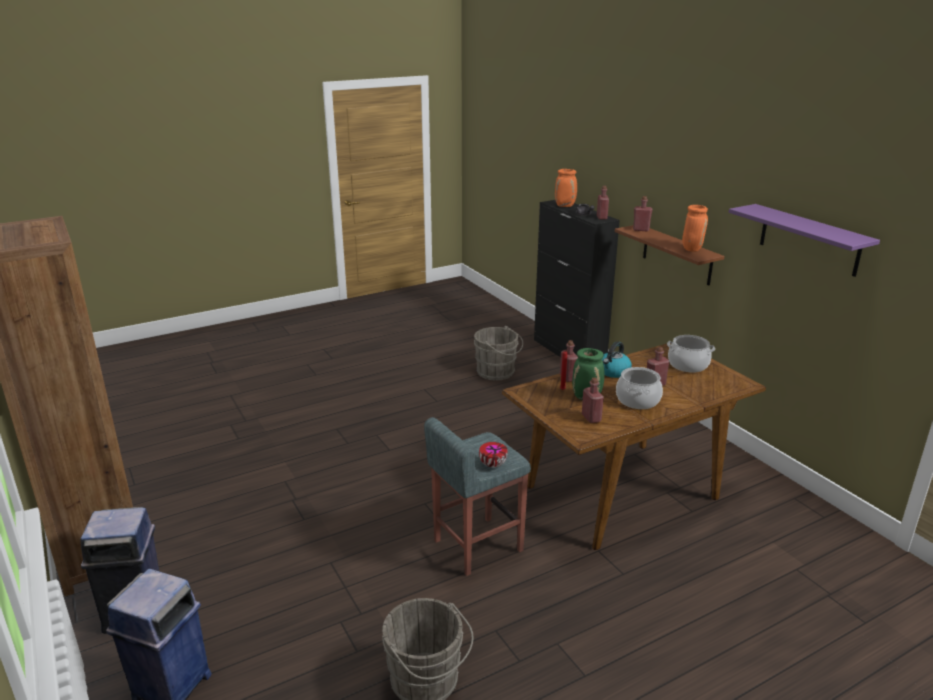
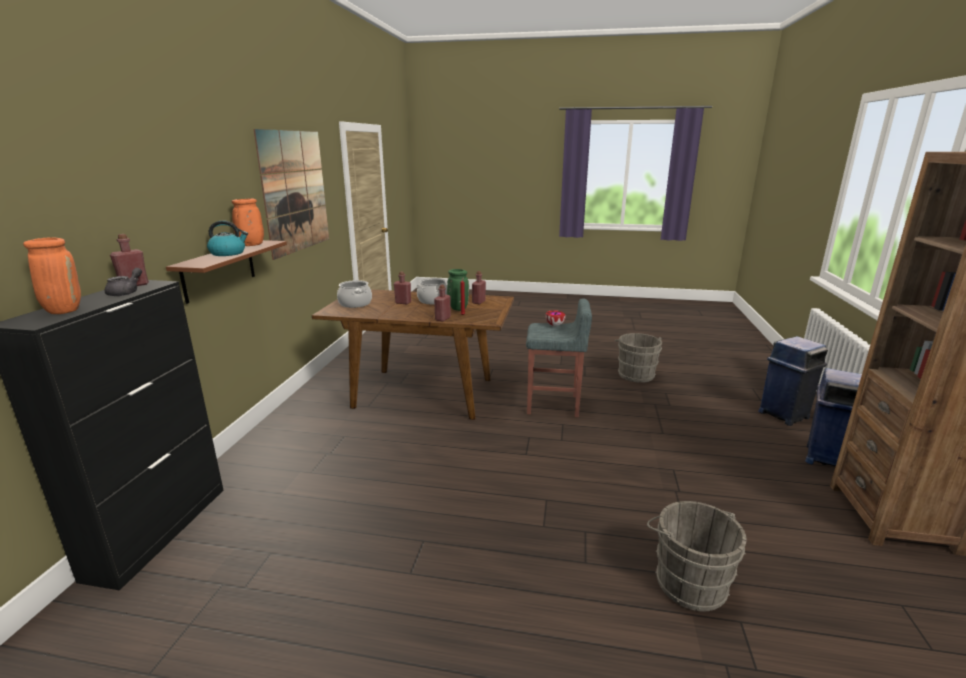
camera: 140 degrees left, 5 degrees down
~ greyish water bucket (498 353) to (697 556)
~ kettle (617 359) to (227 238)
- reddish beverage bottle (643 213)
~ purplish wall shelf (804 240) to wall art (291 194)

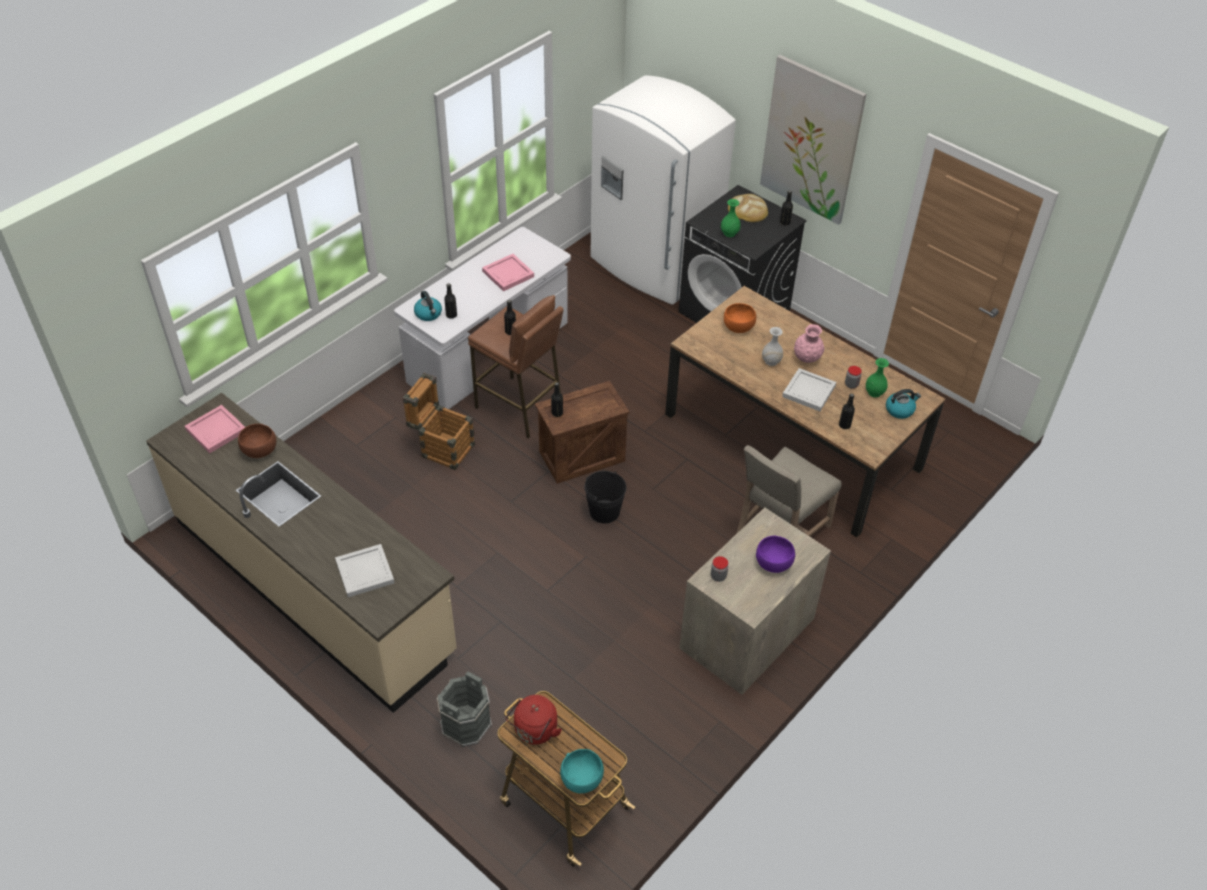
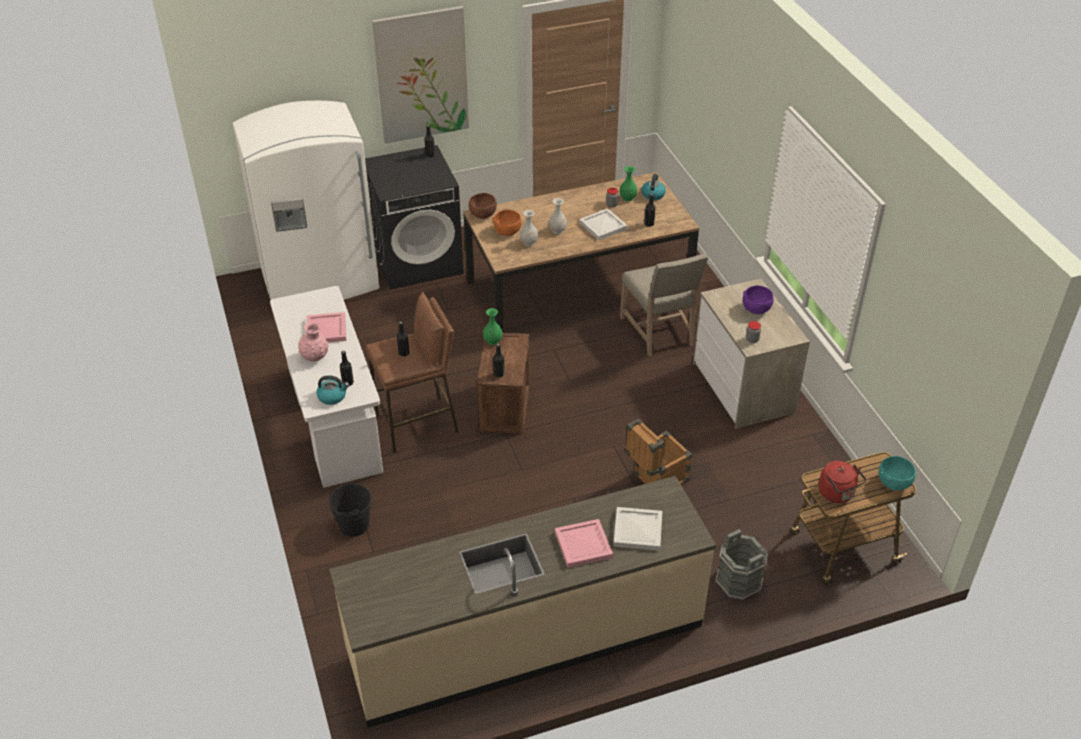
camera: 60 degrees left, 5 degrees down
~ pink-coloured tray (215 429) to (584 543)
~ brown serving bowl (257 441) to (483 206)
~ packing crate (439 421) to (658 451)
~ black water bucket (605 497) to (350 510)
~ green-coloured vase (731 218) to (492 326)
- baked bread (748 208)
~ pink-coloured vase (809 343) to (313 342)
+ whitish vase (529 228)

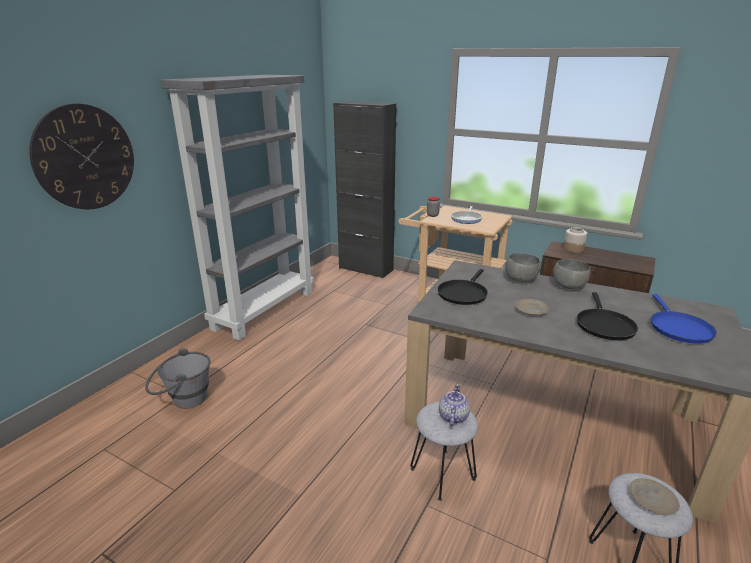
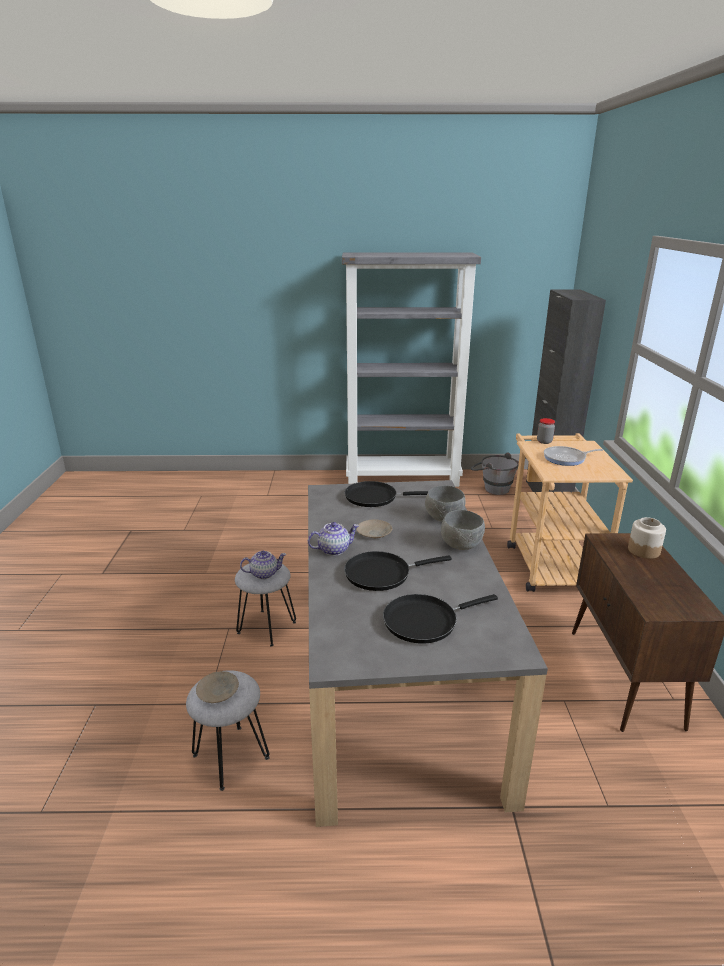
camera: 60 degrees right, 0 degrees up
- hanging clock (81 156)
~ greyish water bucket (178 378) to (495 473)
~ bluish pan (684 319) to black pan (440 619)
+ teapot (333 539)

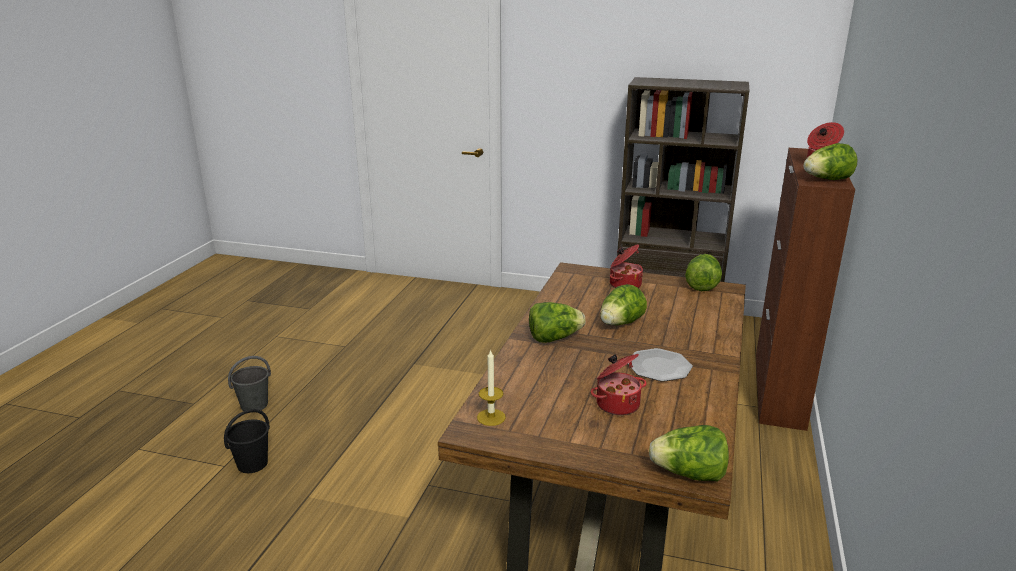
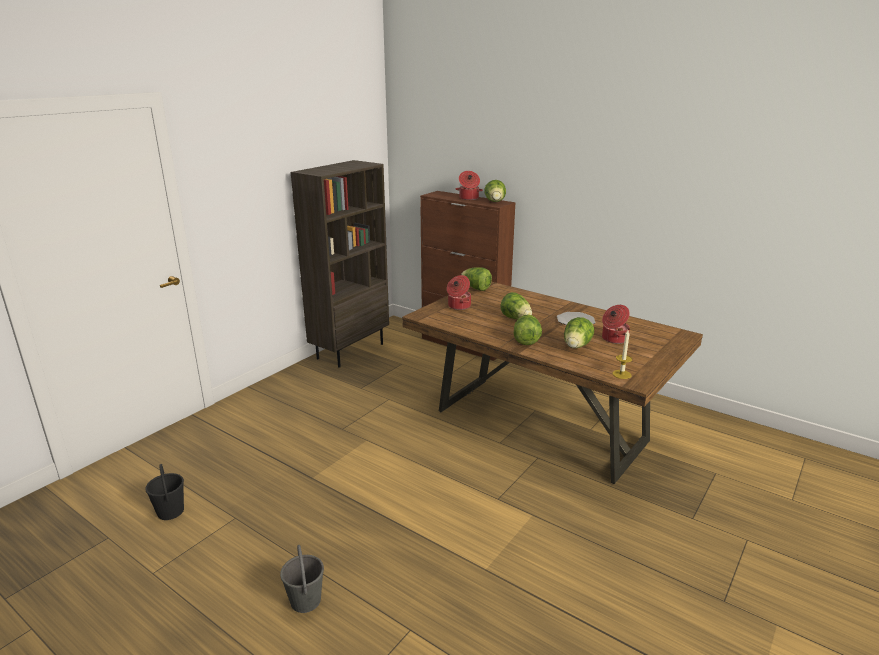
camera: 70 degrees left, 0 degrees up
~ black water bucket (247 441) to (164 492)
~ lettuce (689 453) to (579 332)

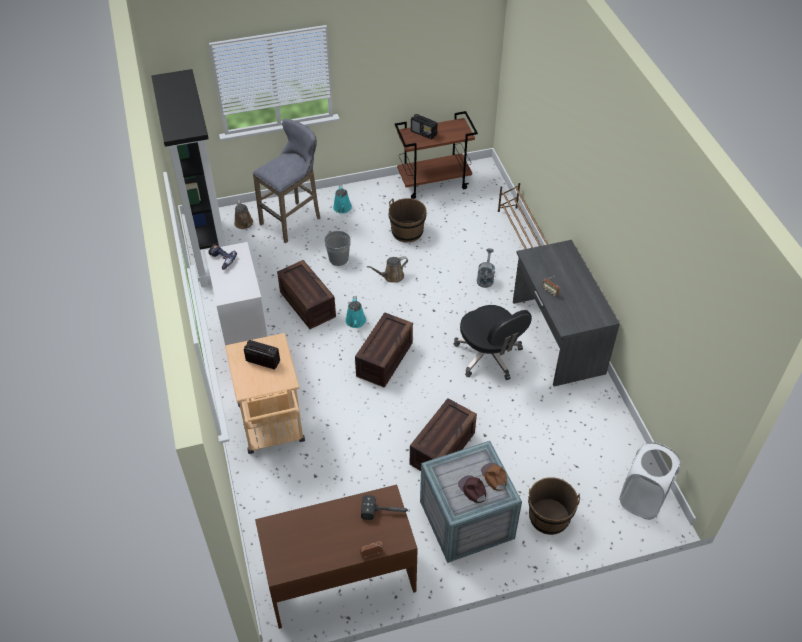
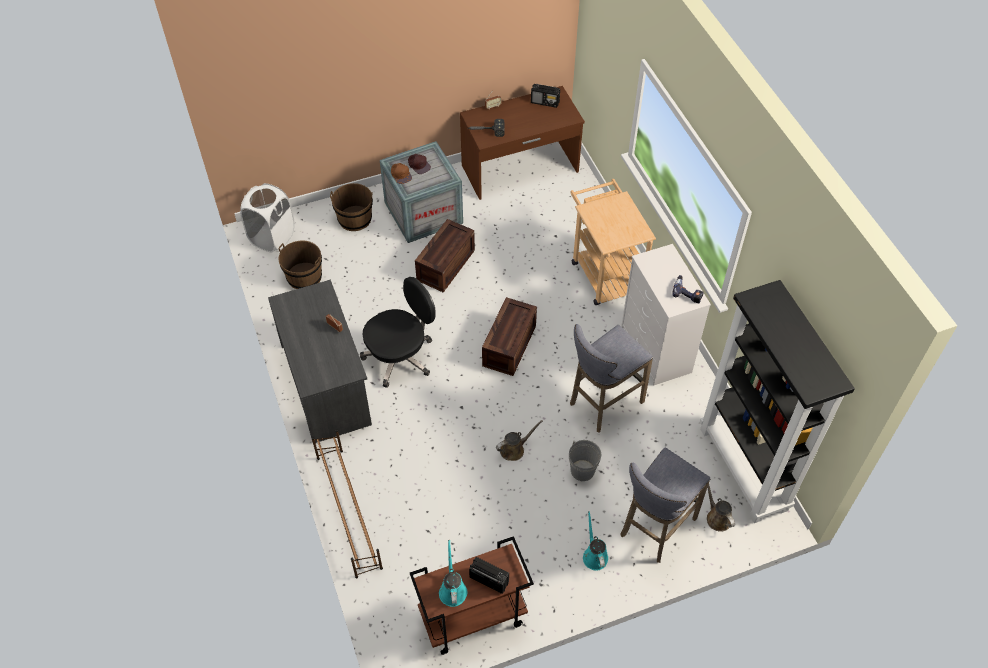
camera: 175 degrees right, 5 degrees up
~ radio set (262 355) to (545 96)
~ packing crate (306 294) to greyish sitting stool (611 378)
~ turquoise-coloured sprinkling can (355 312) to (453 573)
~ brown water bucket (408 220) to (300 264)
~ black office chair (493 342) = (398 332) 90 degrees clockwise
- greyish sprinkling can (486 268)

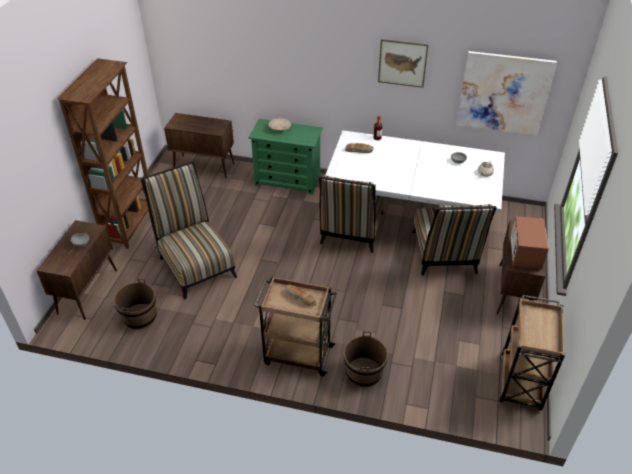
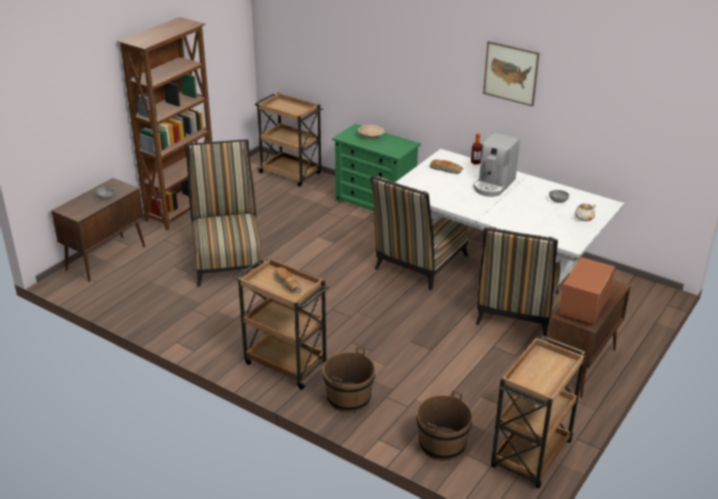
camera: 20 degrees right, 10 degrees down
~ brown water bucket (135 304) to (444 425)
~ brown cupboard (199 145) to brown cart (289 139)
- wall art (506 93)
+ coffee brewer (496 165)

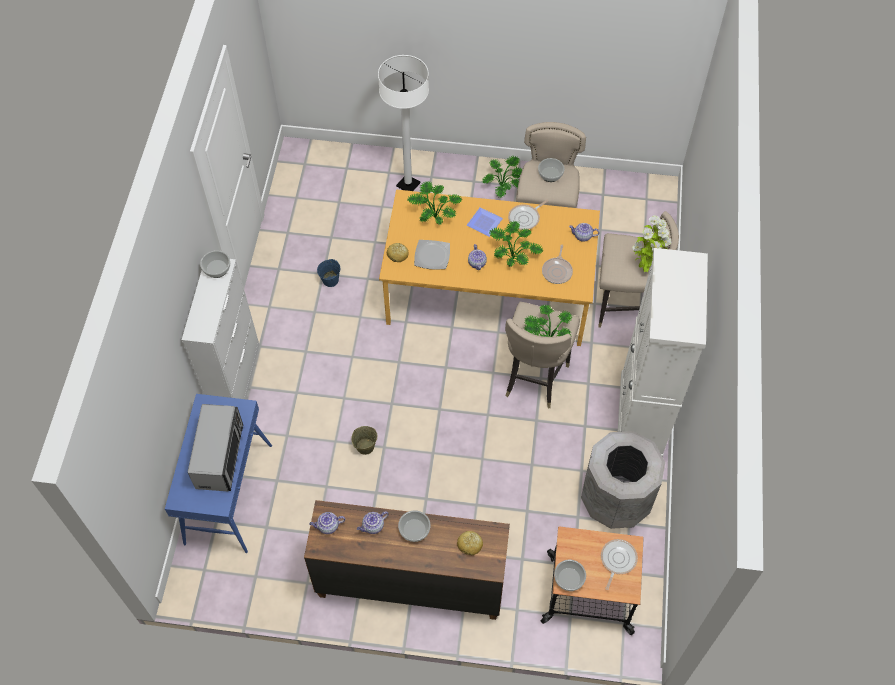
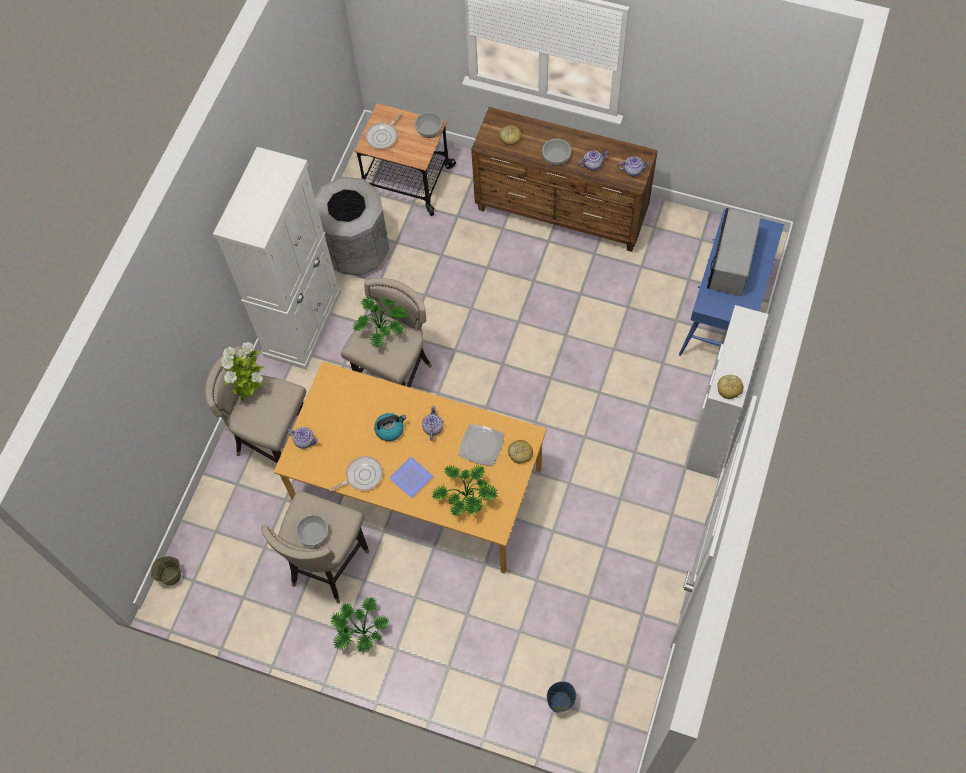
camera: 165 degrees left, 5 degrees up
~ serving bowl (215 264) to baked bread (730 387)
~ bluish water bucket (328 273) to (561 697)
~ beige-coloured water bucket (364 440) to (166 571)
- whitish standing lamp (403 123)
~ potted plant (516 243) to kettle (390 427)
- pan (557 264)

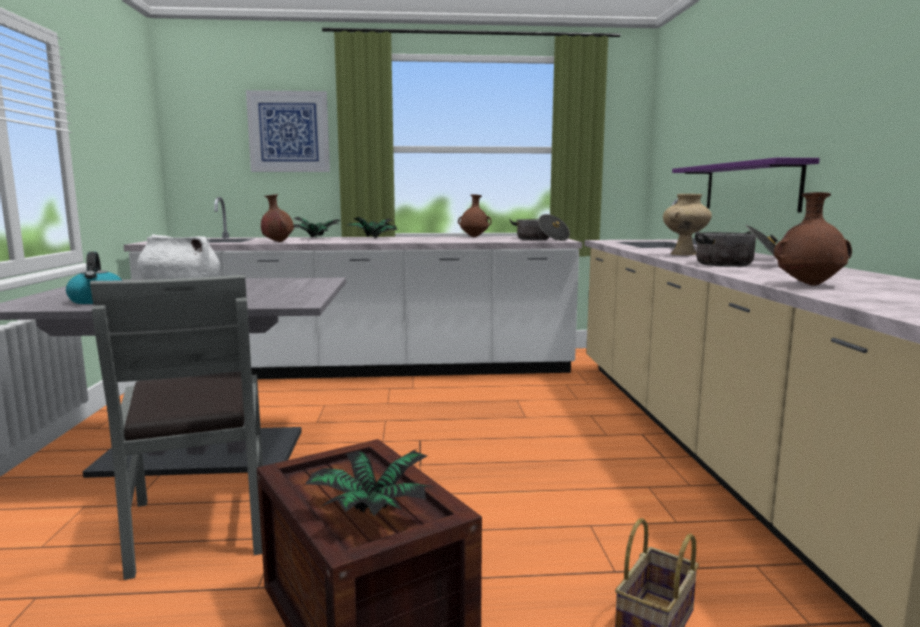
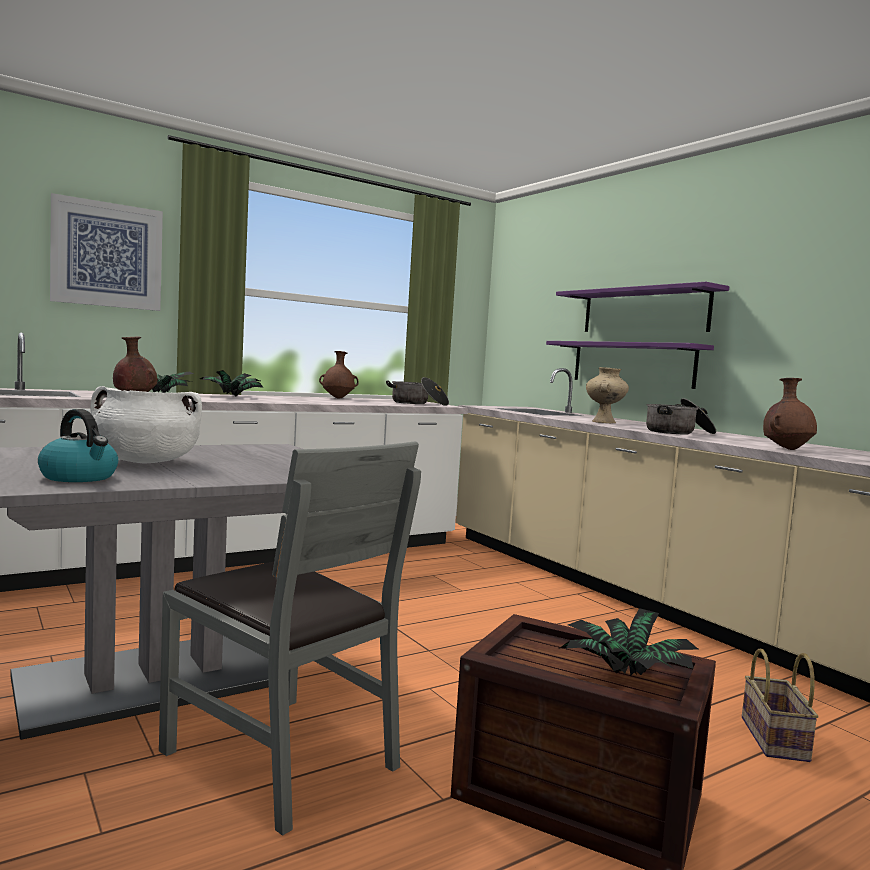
camera: 30 degrees left, 5 degrees down
+ purplish wall shelf (642 307)

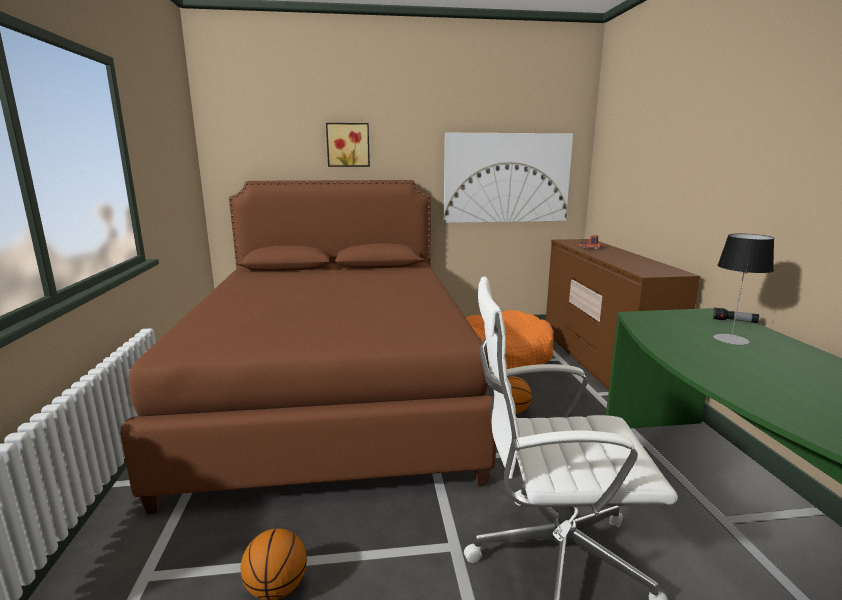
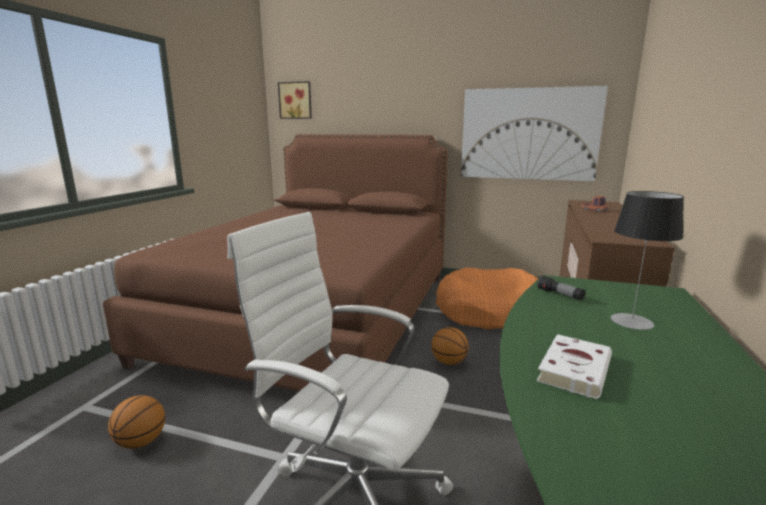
camera: 25 degrees right, 0 degrees up
~ wall art (348 145) to (295 100)
~ hand torch (736 315) to (561 287)
+ whitish bound book (574 366)

